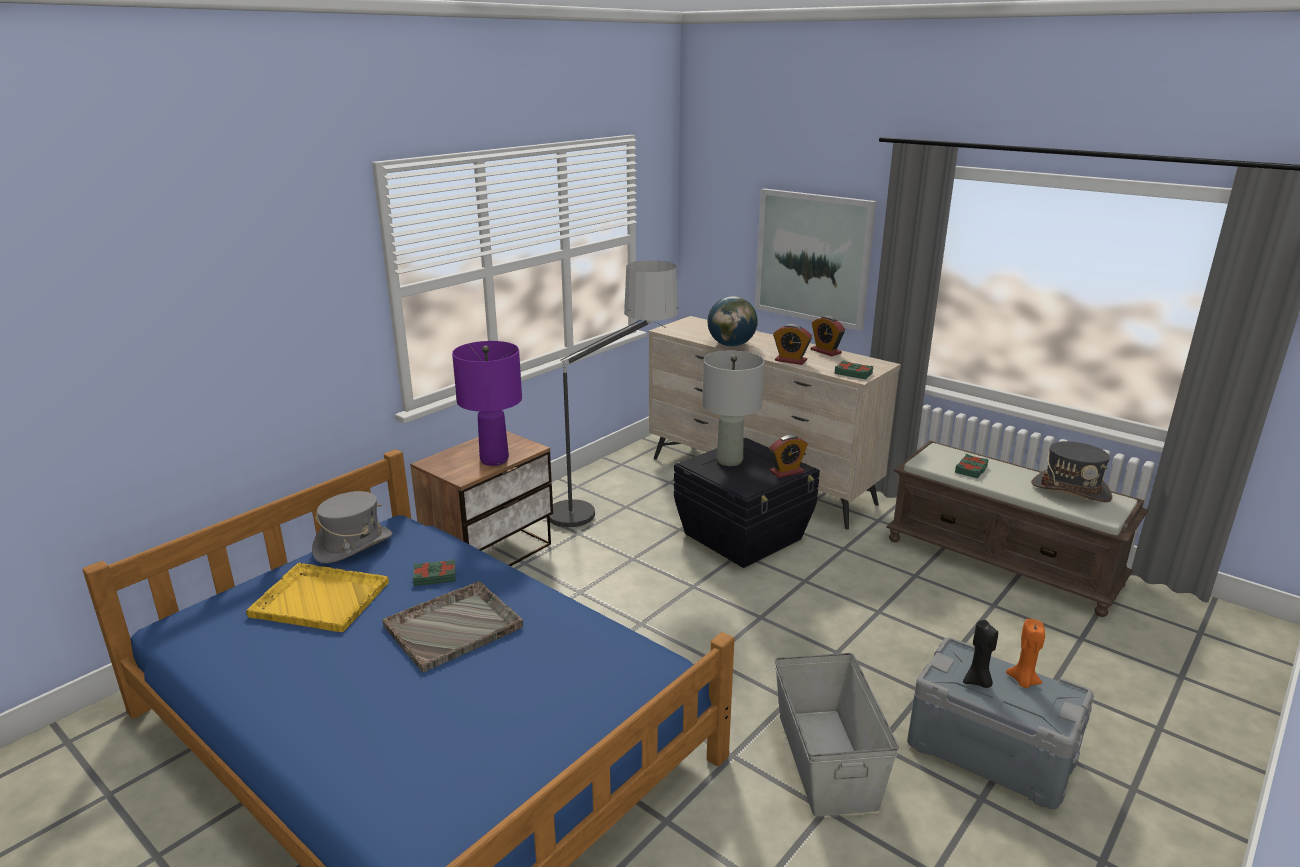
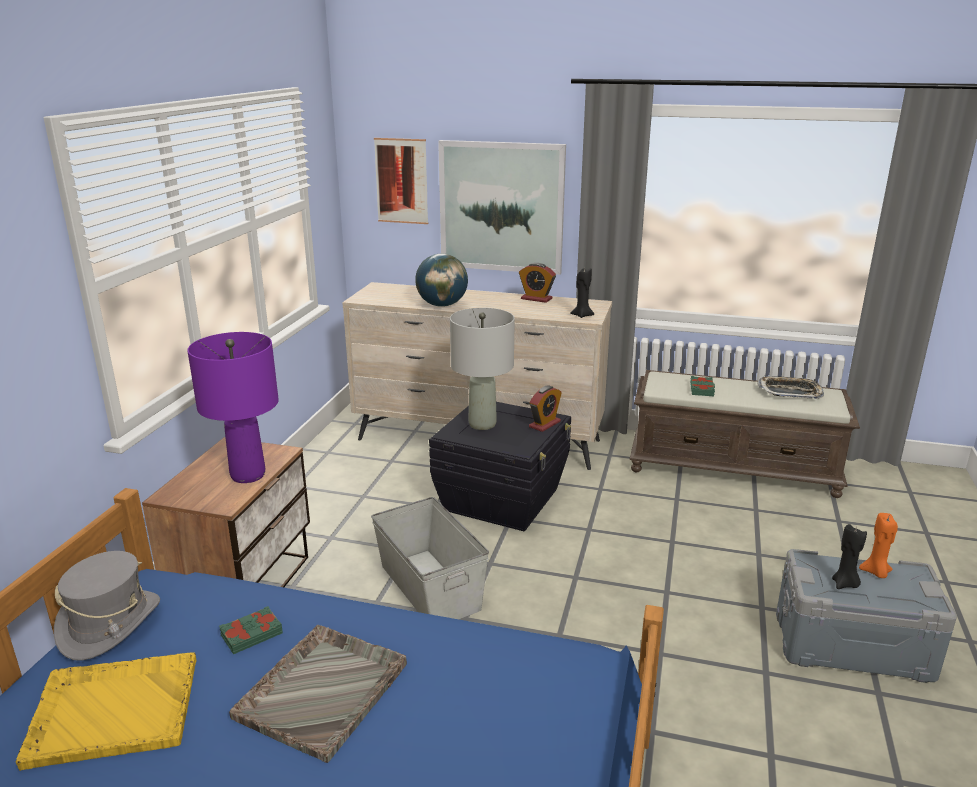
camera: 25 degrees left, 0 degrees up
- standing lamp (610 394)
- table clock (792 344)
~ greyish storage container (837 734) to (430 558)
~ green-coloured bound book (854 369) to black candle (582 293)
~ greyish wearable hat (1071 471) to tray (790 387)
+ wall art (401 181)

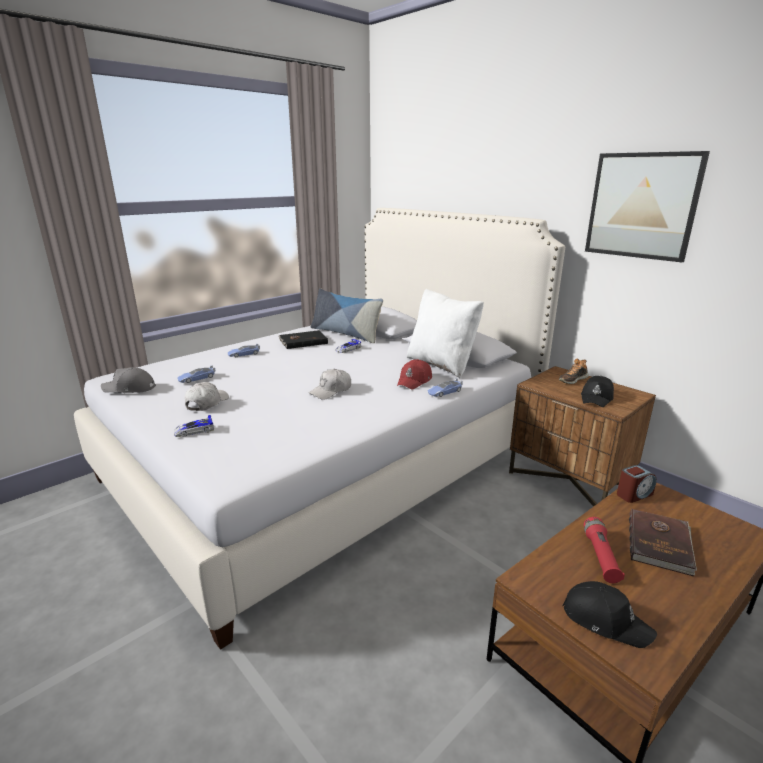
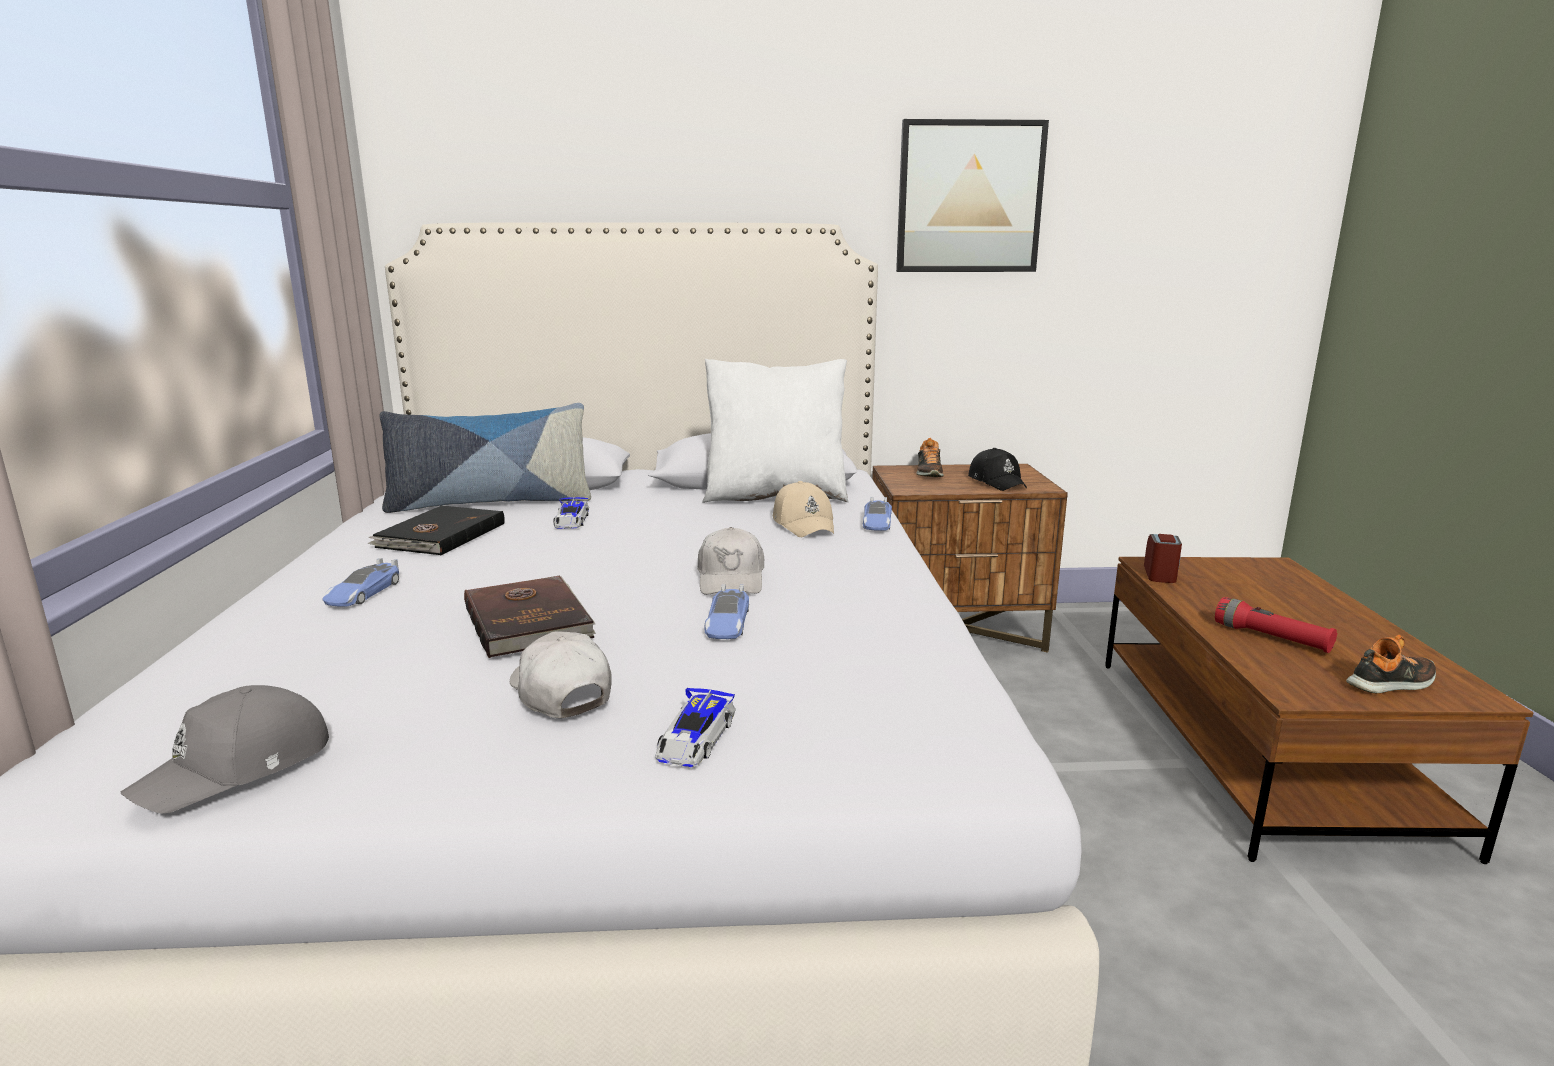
camera: 50 degrees left, 5 degrees down
~ toy car (196 374) to (726 611)
~ reddish baseball cap (414 374) to beige-coloured baseball cap (803 509)
~ black baseball cap (610 614) to item of footwear (1391 664)
~ brown bound book (663 542) to (530 617)

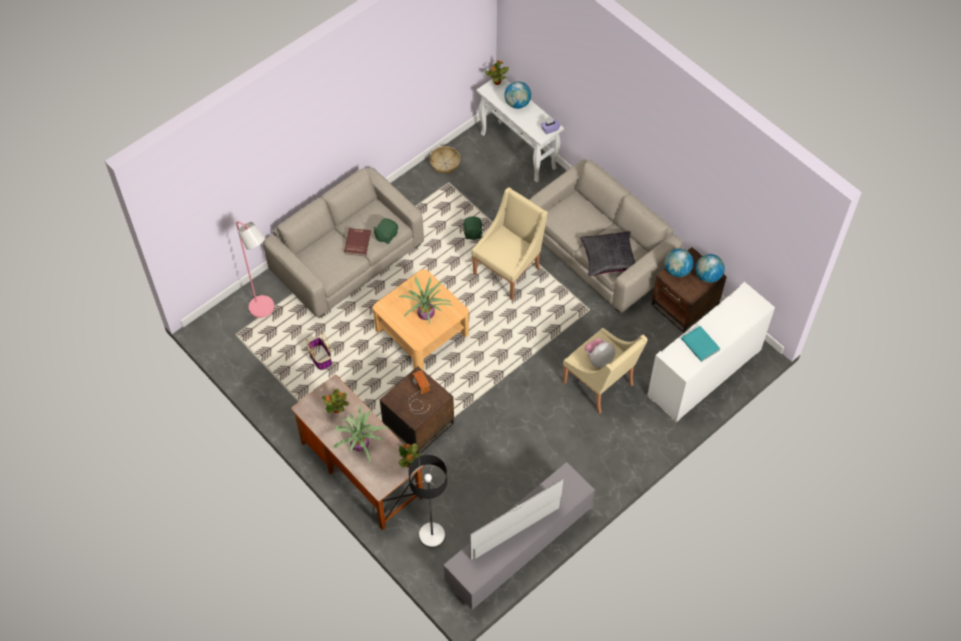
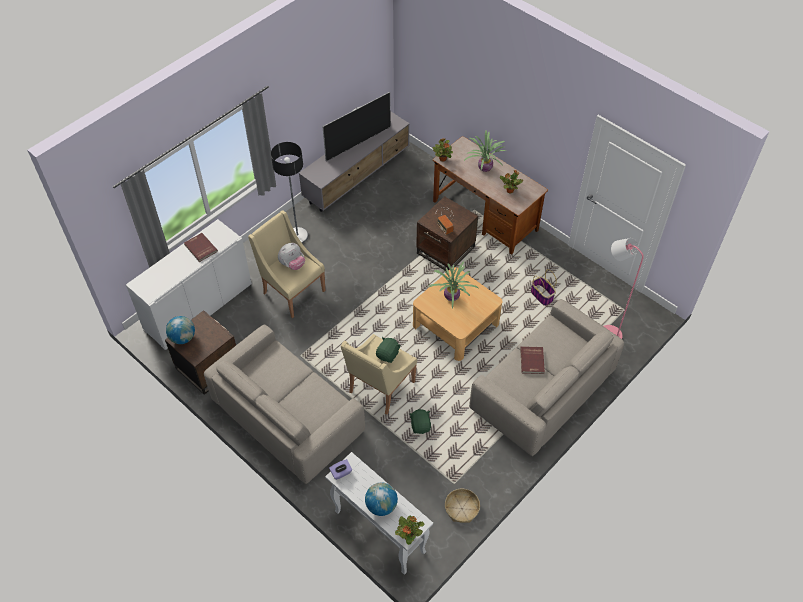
camera: 175 degrees right, 5 degrees down
~ green-coloured soft toy (385 231) to (388 350)
~ standing lamp (427 501) to (289 192)
- black pillow (608 254)
- world globe (679 263)
~ turquoise-coloured bound book (700 344) to reddish bound book (201 247)

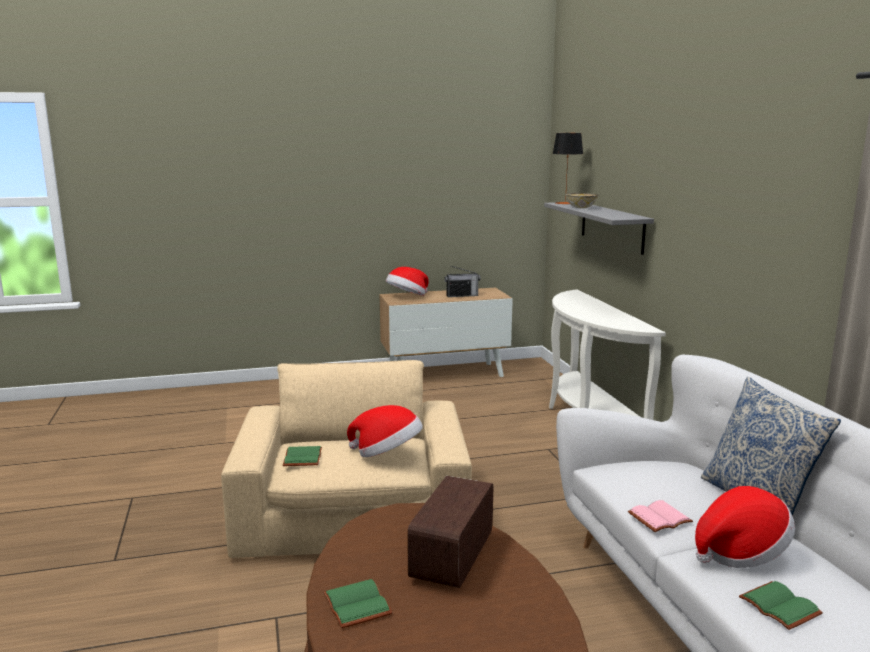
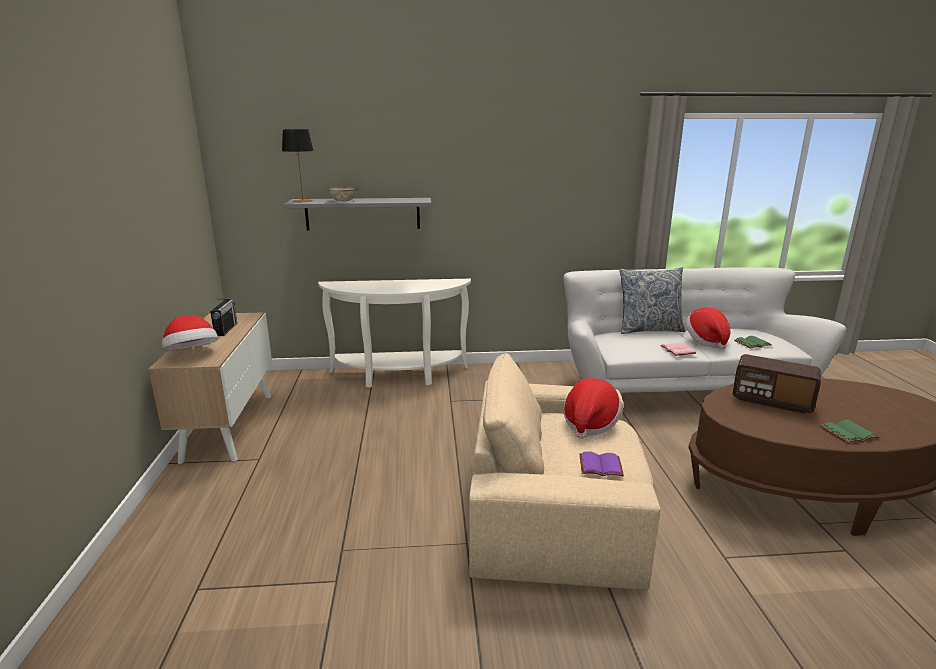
camera: 80 degrees left, 5 degrees up
~ green-coloured bound book (302 456) to purplish bound book (602 463)

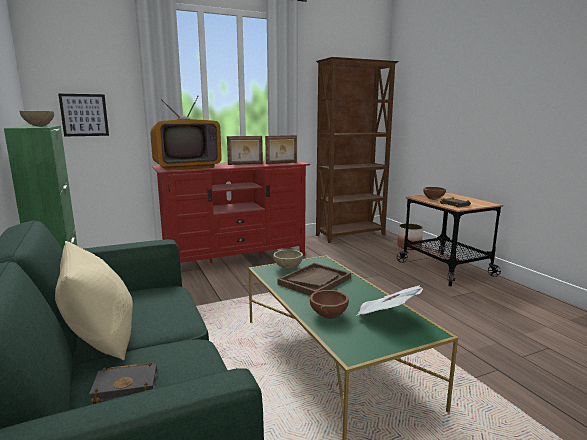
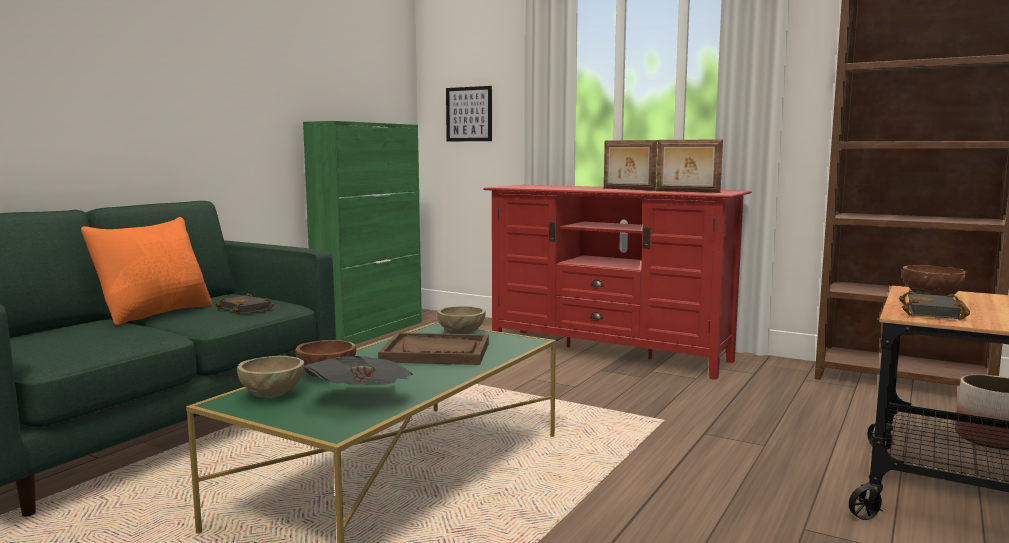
camera: 55 degrees right, 5 degrees down
~ beige-coloured serving bowl (36 119) to (270 377)
~ beige-coloured pillow (94 300) to orangey pillow (146 271)
~ black bound book (123 383) to (244 304)
- TV set (186 133)

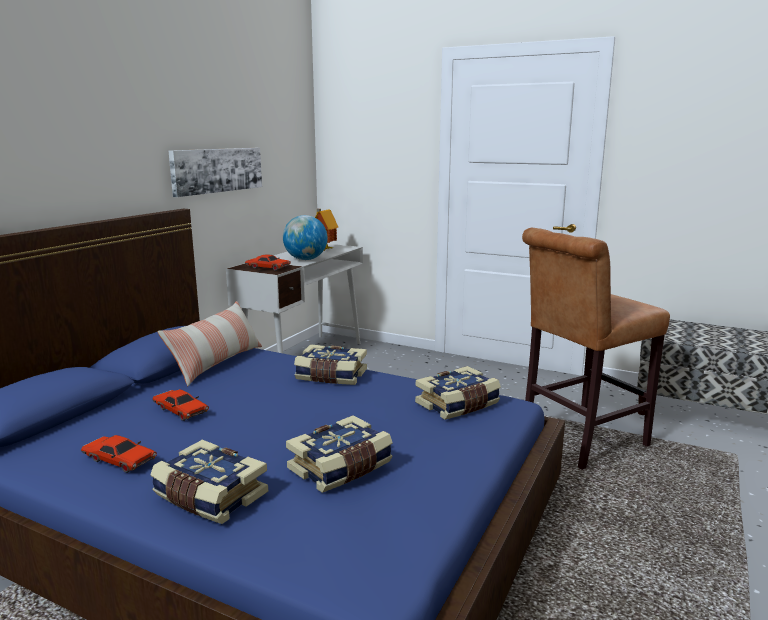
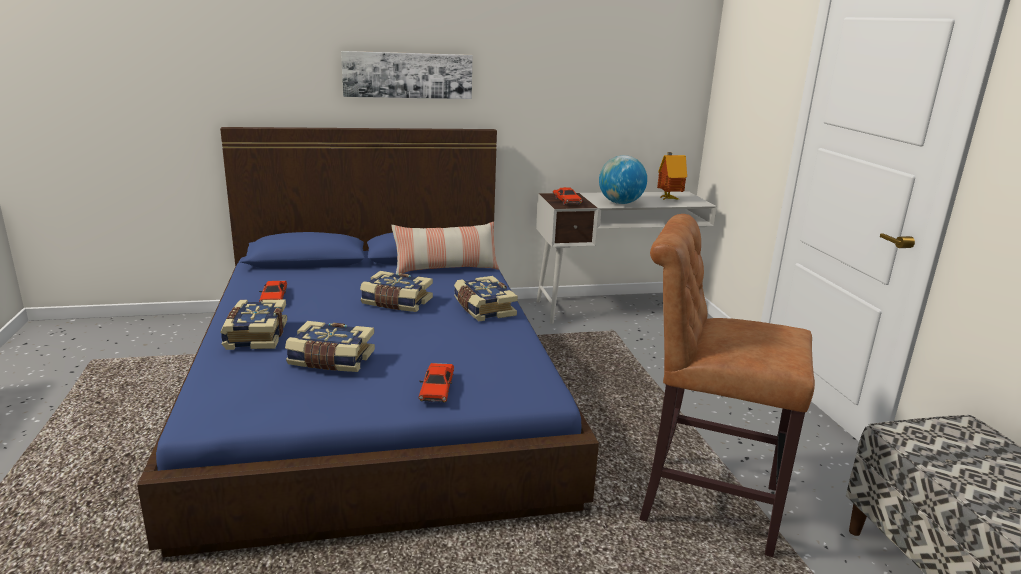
camera: 50 degrees right, 5 degrees up
~ reddish toy car (180 405) to (436 383)
~ wall art (215 172) to (406 75)
~ bound book (458 393) to (396 291)

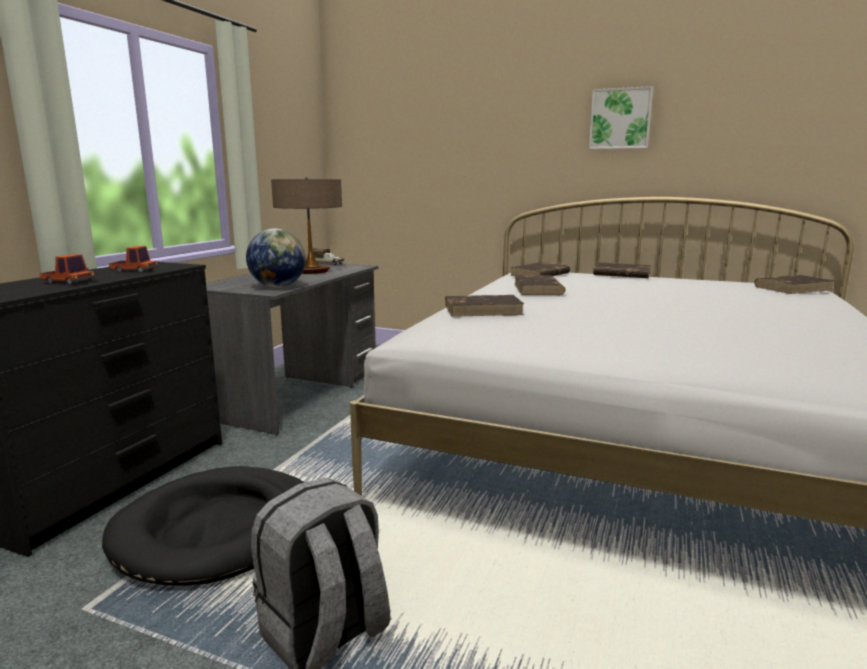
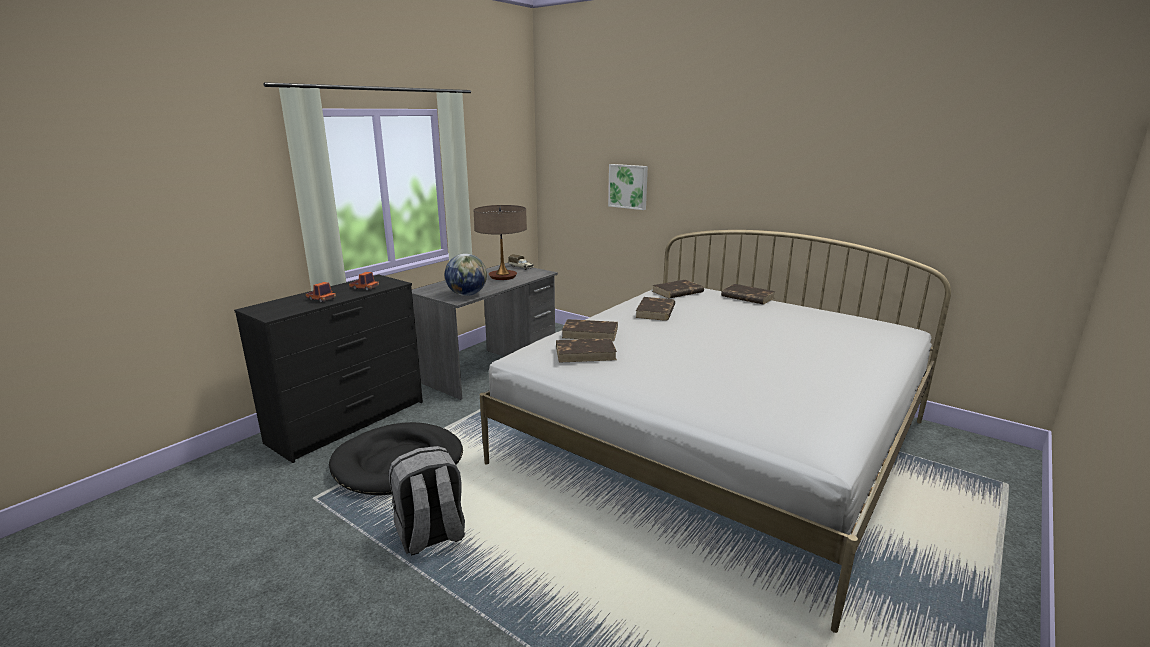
camera: 15 degrees right, 5 degrees up
~ wall art (621 117) to (628 187)
~ brown bound book (795 284) to (586 350)

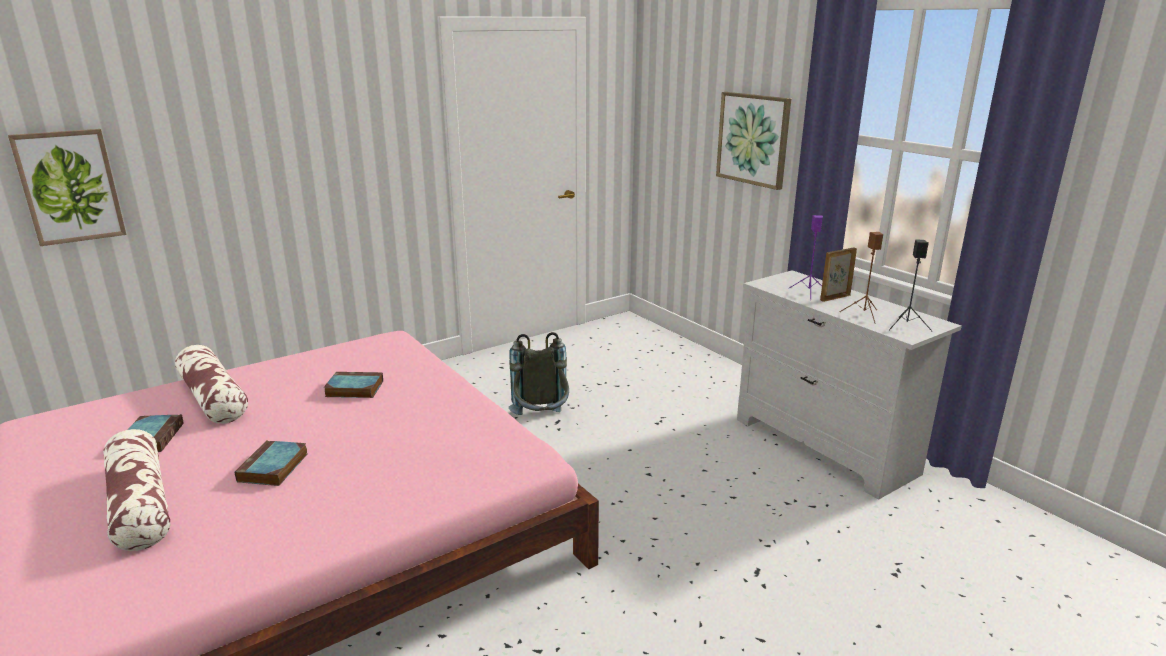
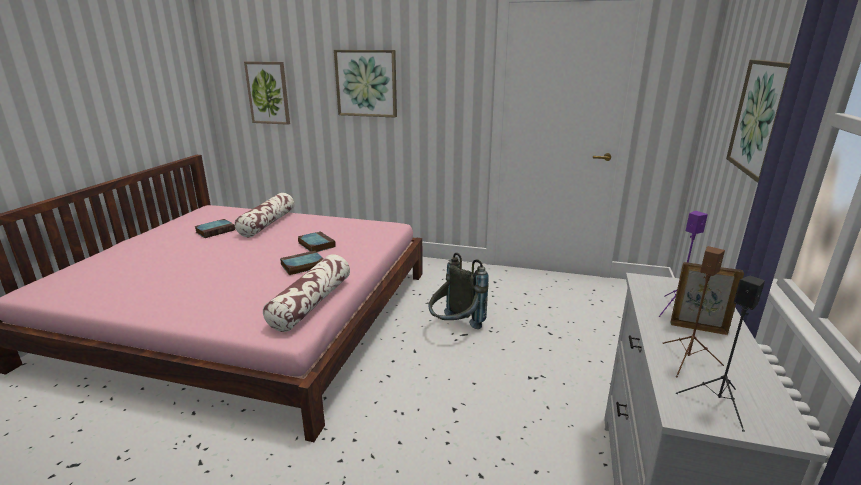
camera: 50 degrees right, 0 degrees up
~ pillow (136 490) to (306 293)
~ bound book (271 463) to (301 263)
+ wall art (365 83)

